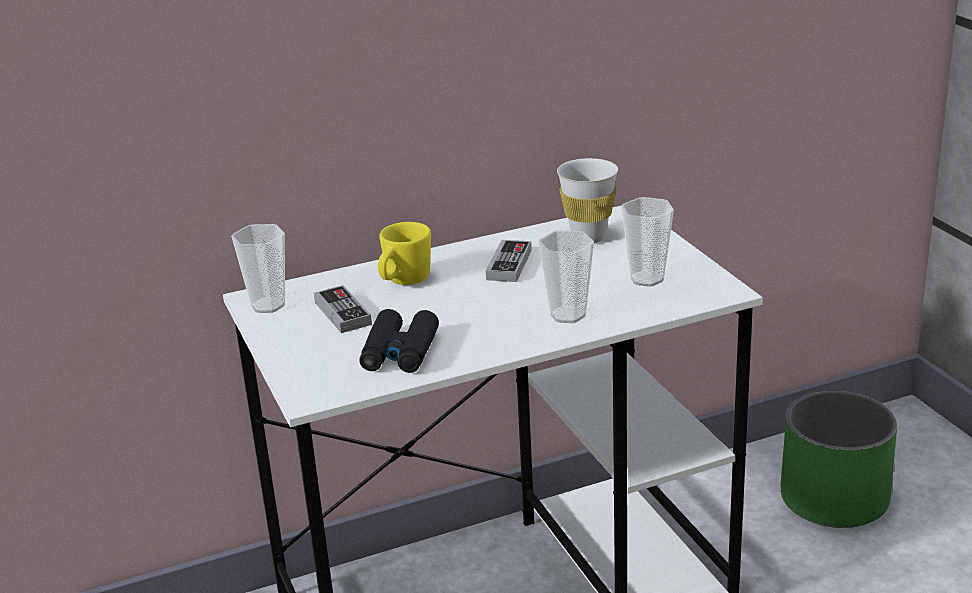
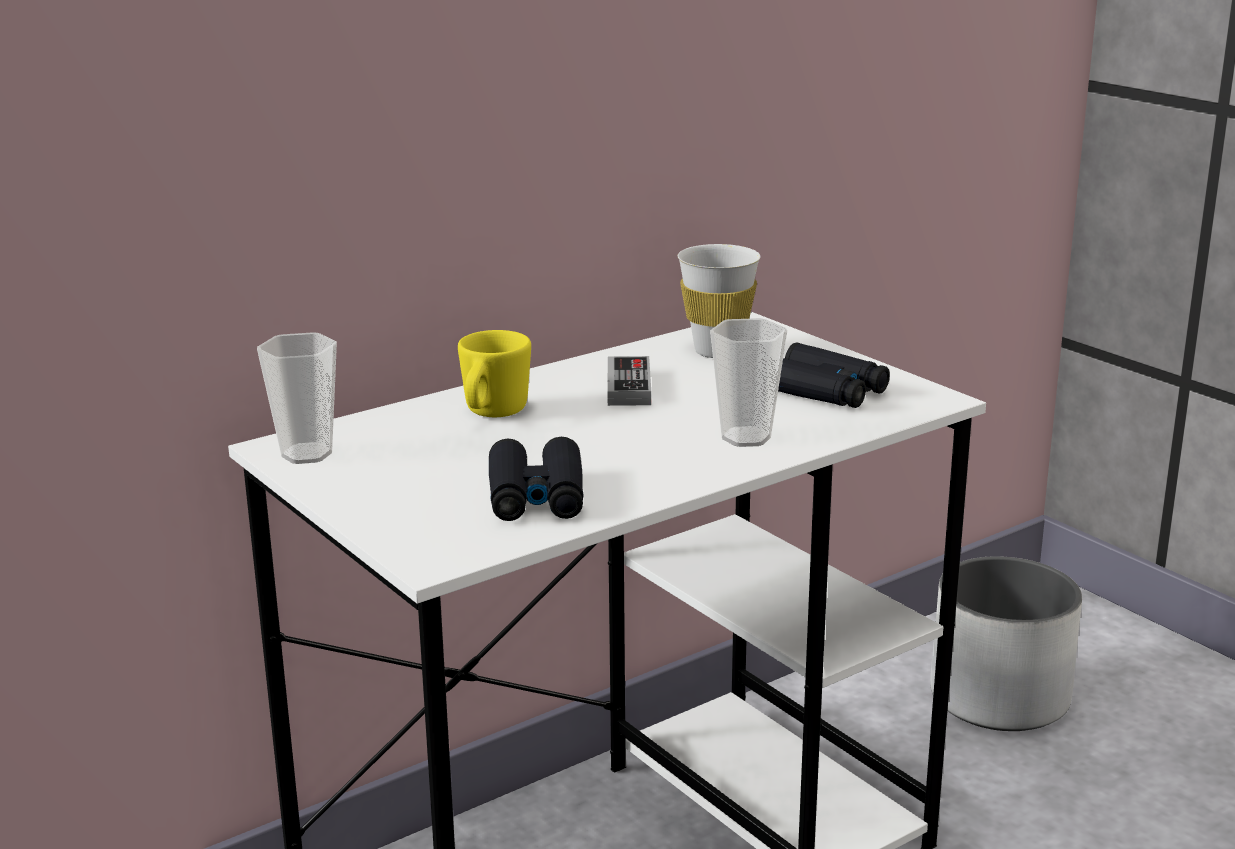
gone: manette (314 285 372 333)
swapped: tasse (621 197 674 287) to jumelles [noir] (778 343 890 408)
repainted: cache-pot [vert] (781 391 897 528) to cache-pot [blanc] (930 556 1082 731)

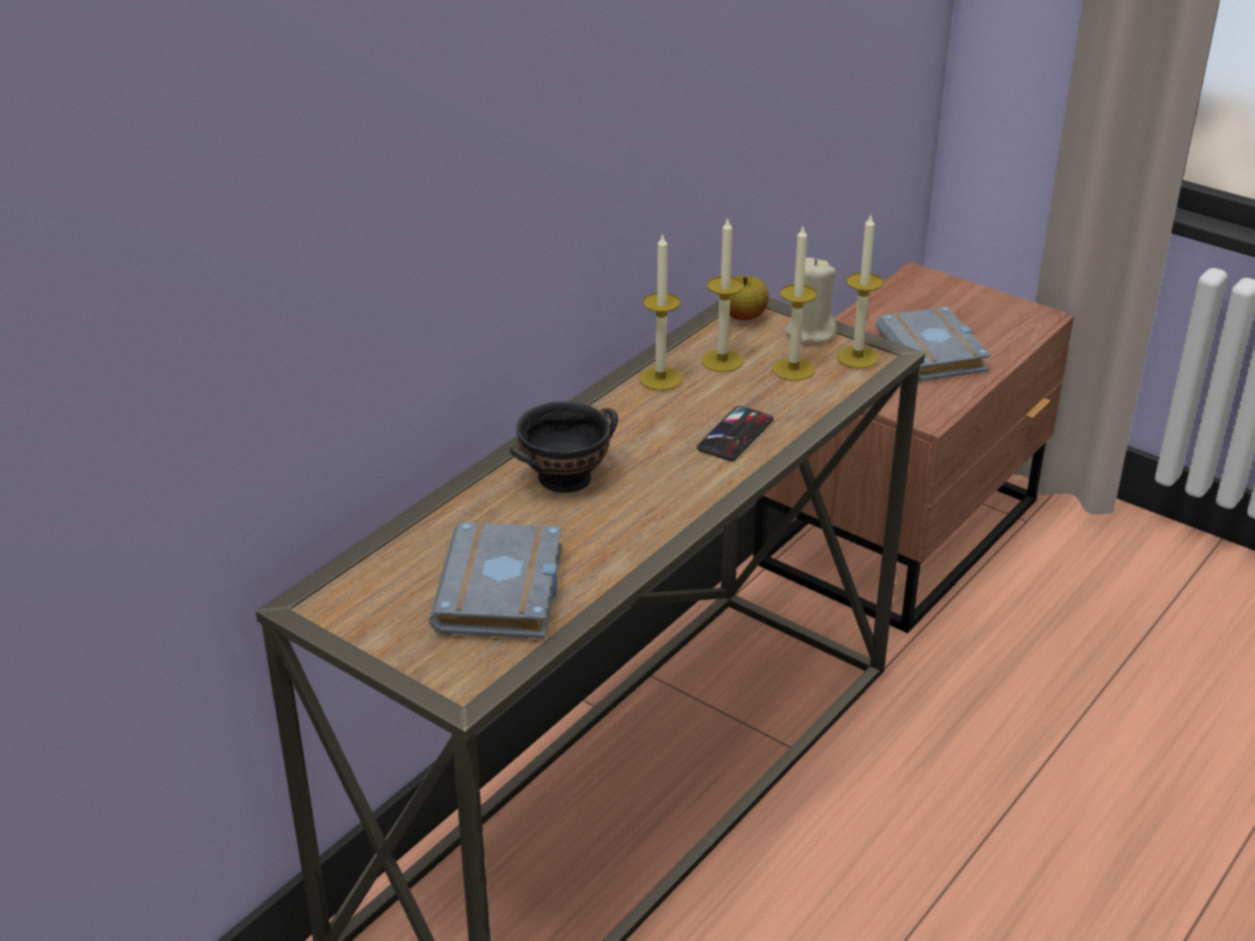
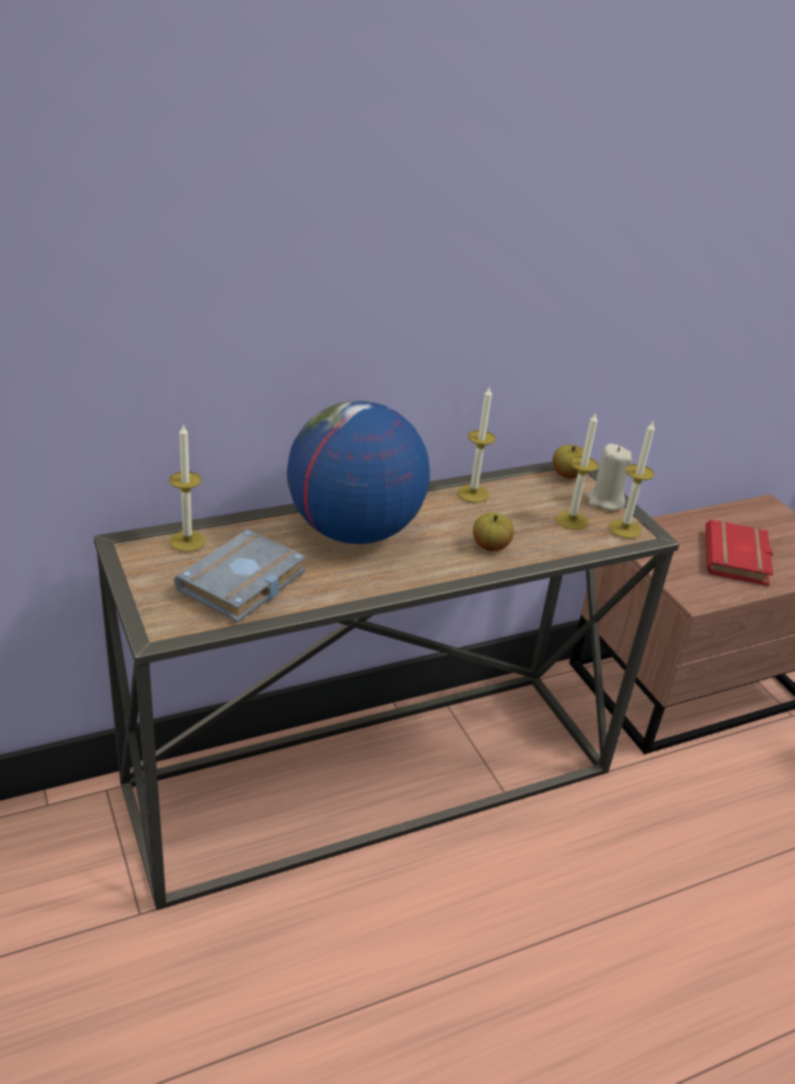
shifted: bougie (701 219 744 372) to (169 425 206 552)
swapped: bol [noir] (510 401 618 493) to globe (287 401 430 544); téléphone (697 406 773 461) to pomme (473 513 514 551)
repainted: livre [gris] (876 306 991 382) to livre [rouge] (705 520 773 586)

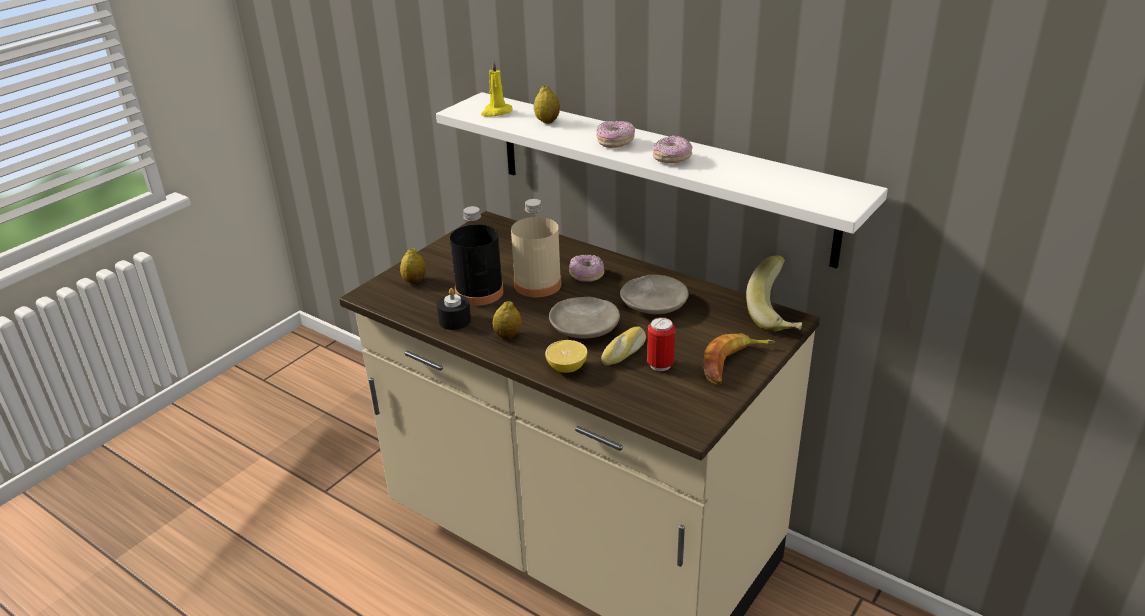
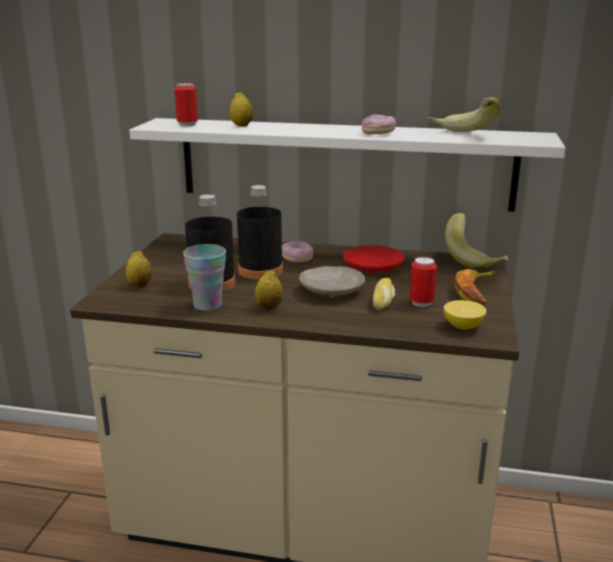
gone: beignet (596 121 635 148)
new: banane (425 97 500 132)
shifted: citron (545 340 588 373) to (444 300 486 330)
swapped: bougie [jaune] (481 60 513 117) to boîte métallique (174 83 198 127); bougie [noir] (437 288 471 330) to tasse (183 244 226 311)
repainted: bouteille [beige] (511 199 562 297) to bouteille [noir] (237 185 283 279); assiette [beige] (620 275 689 314) to assiette [rouge] (343 245 404 273)

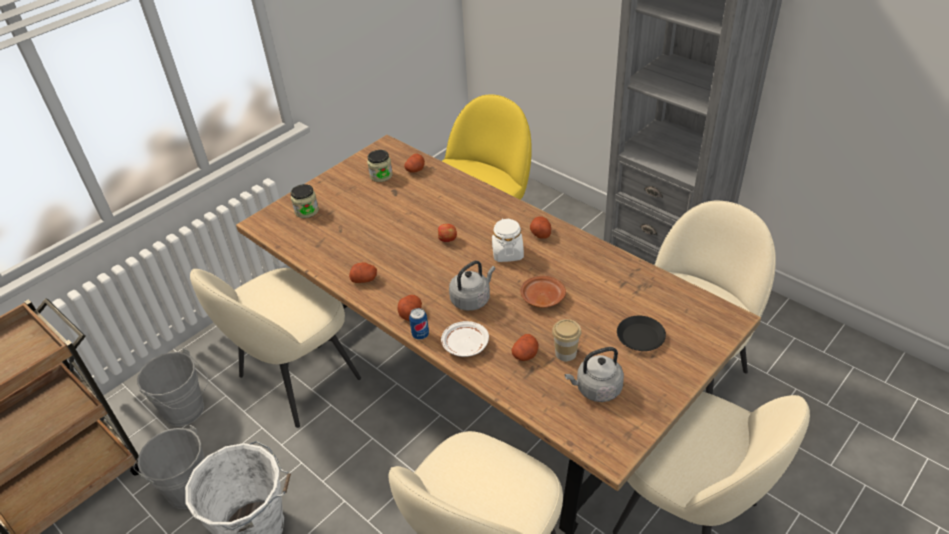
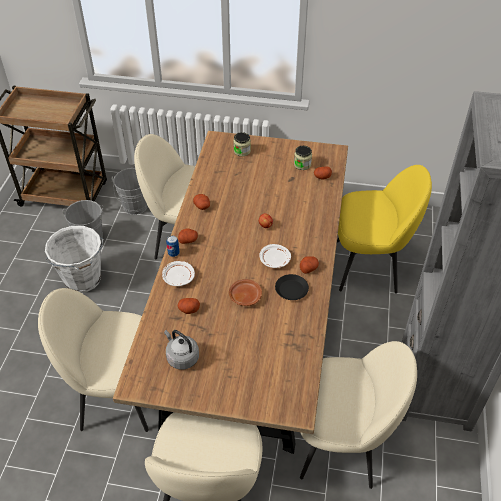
gone: bouilloire [gris] (449 261 495 311); tasse (552 319 581 361)
shifted: assiette [noir] (617 316 666 351) to (275 274 309 300)
swapped: bocal [blanc] (492 218 524 262) to assiette [blanc] (259 244 291 268)

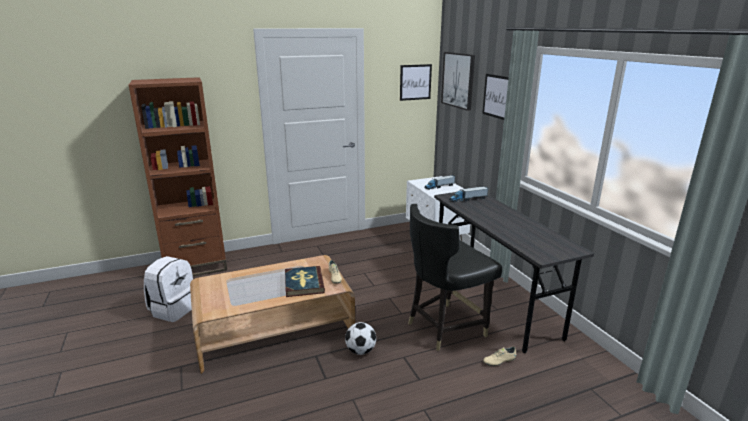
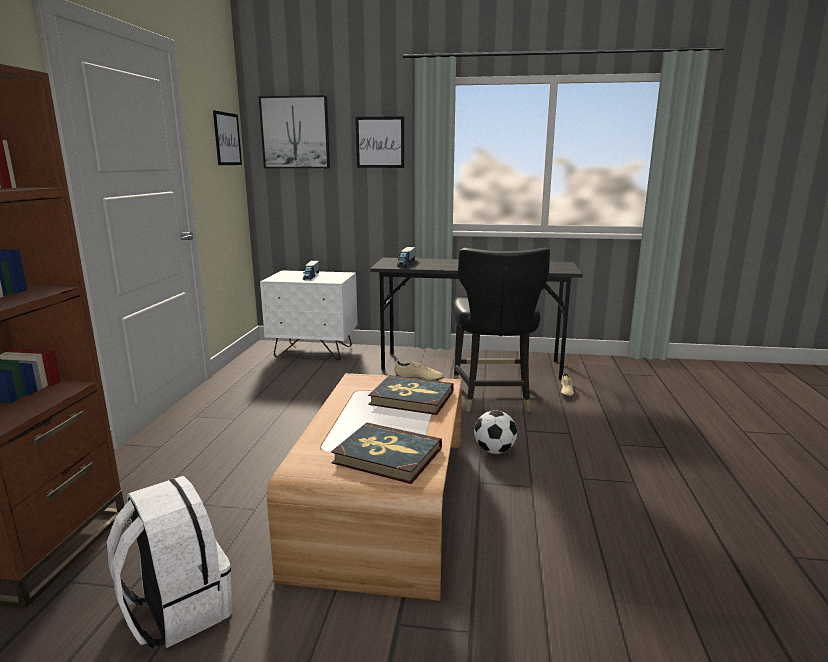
new: livre (331 422 442 484)

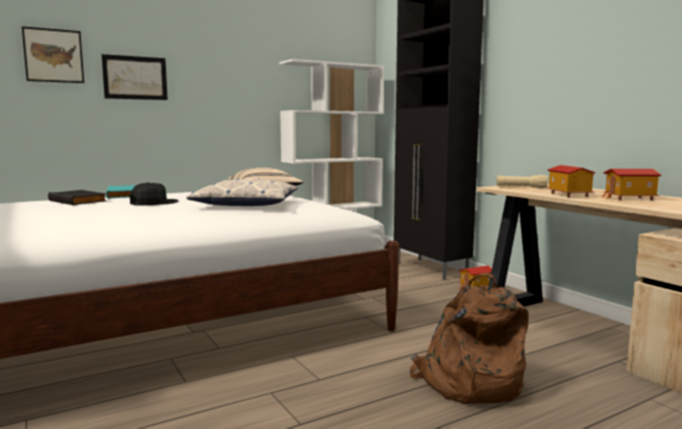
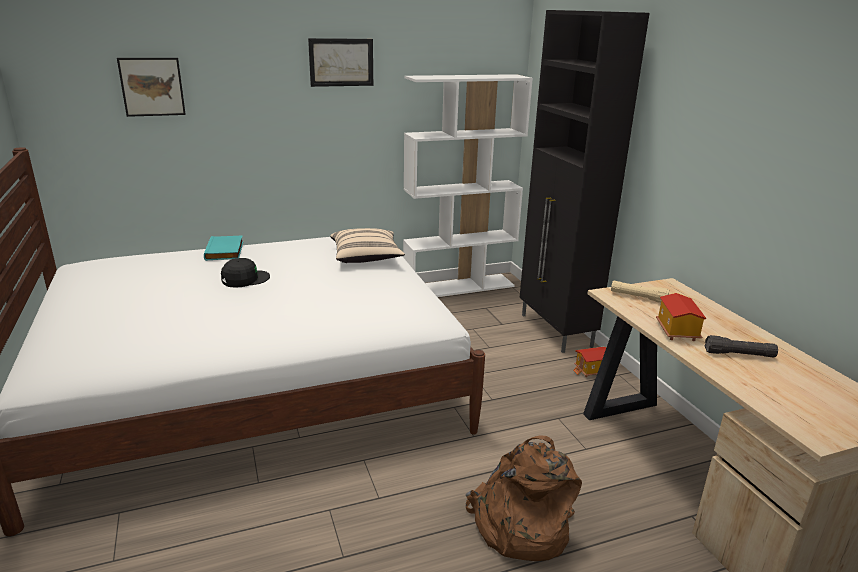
gone: livre [noir] (48 190 107 205); coussin (186 178 298 206)
shifted: tableau (102 54 168 100) to (308 38 373 87)
swapped: maison miniature (602 169 661 201) to lampe de poche [noir] (705 335 778 357)

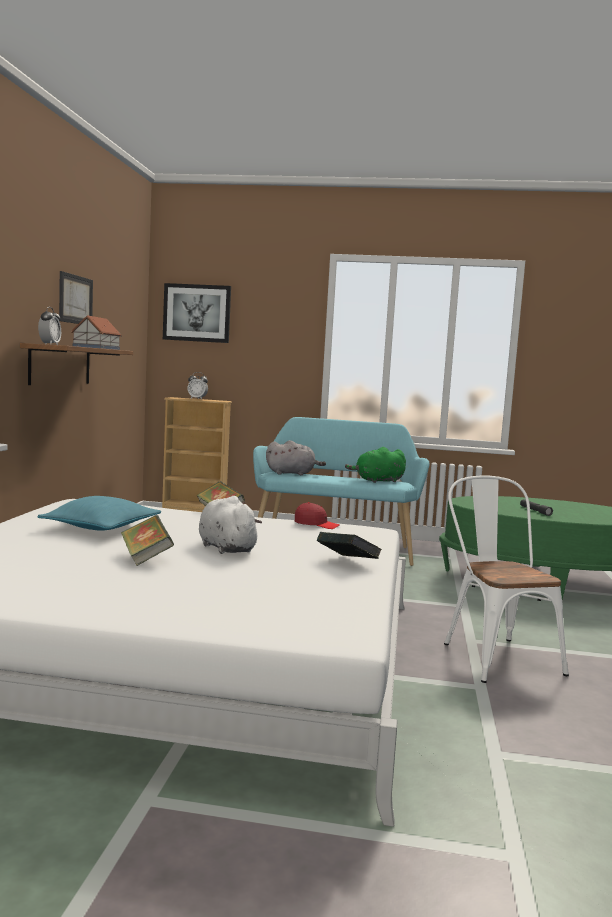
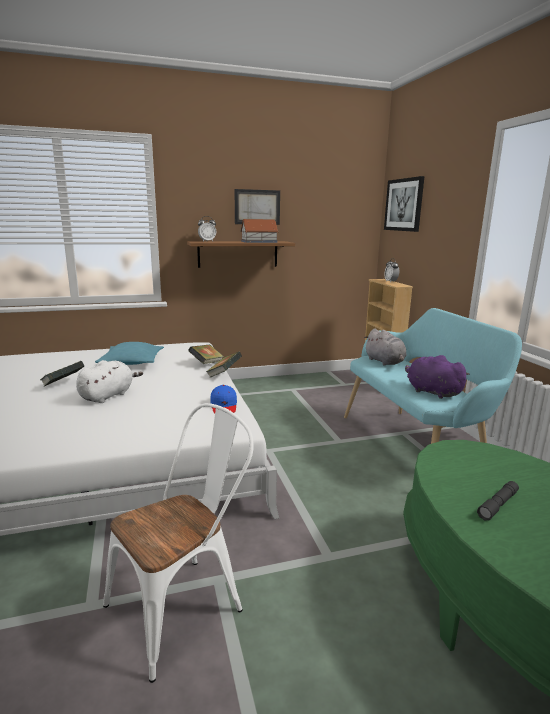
shifted: livre (317 532 382 559) to (188 345 224 364)
repainted: casquette [rouge] (295 502 340 529) to casquette [bleu] (210 385 237 413); peluche [vert] (345 447 406 483) to peluche [violet] (405 355 470 399)

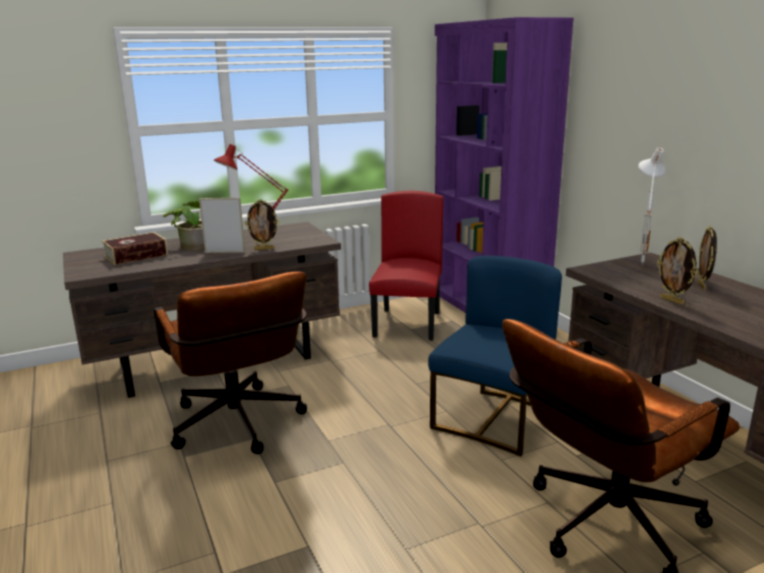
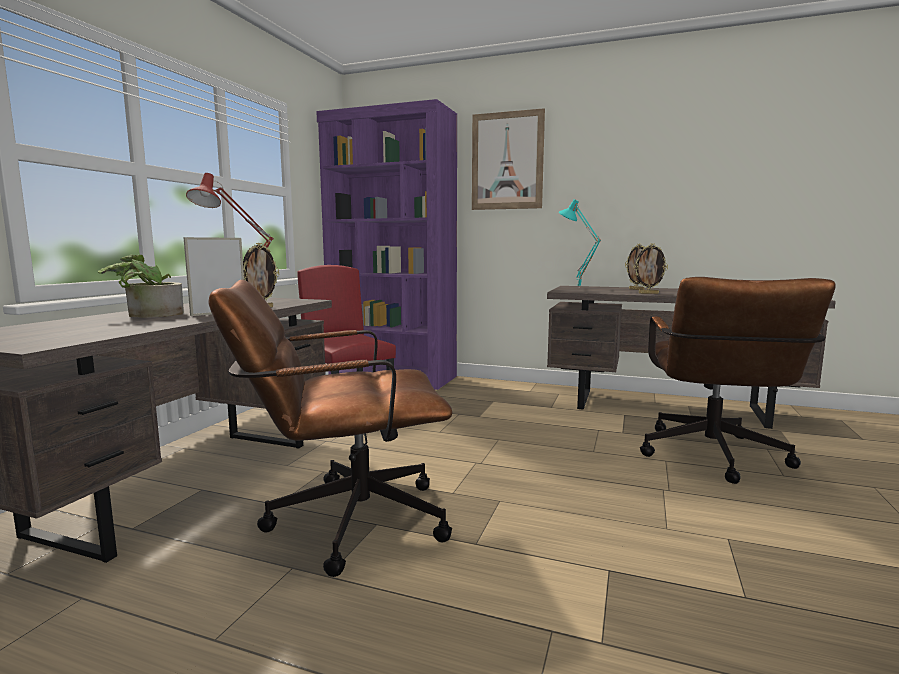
gone: livre (102 232 168 265); chaise [bleu] (428 256 562 456)
new: tableau (472 108 545 210)
repainted: lampe de table [blanc] (638 148 666 265) to lampe de table [turquoise] (559 199 601 288)
rotated: chaise de bureau [marron] (154 271 307 454) = (209 280 453 577) 150 degrees clockwise

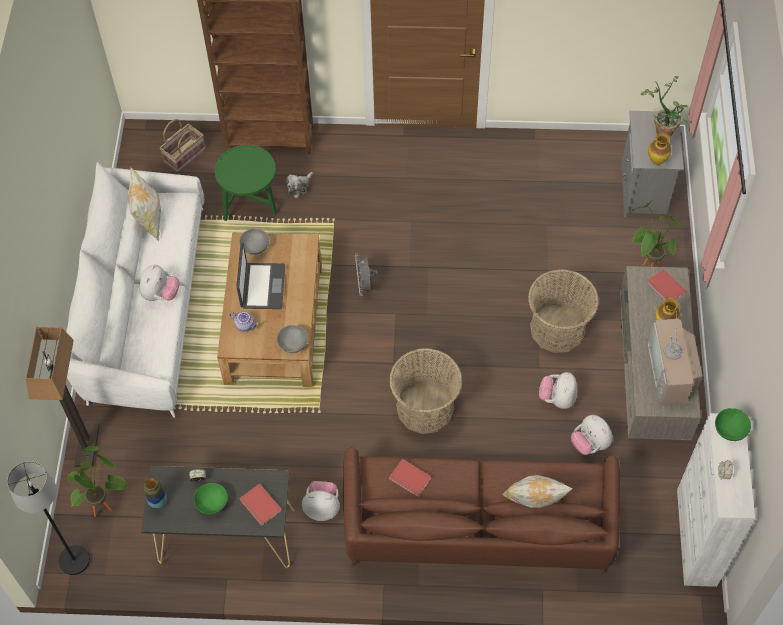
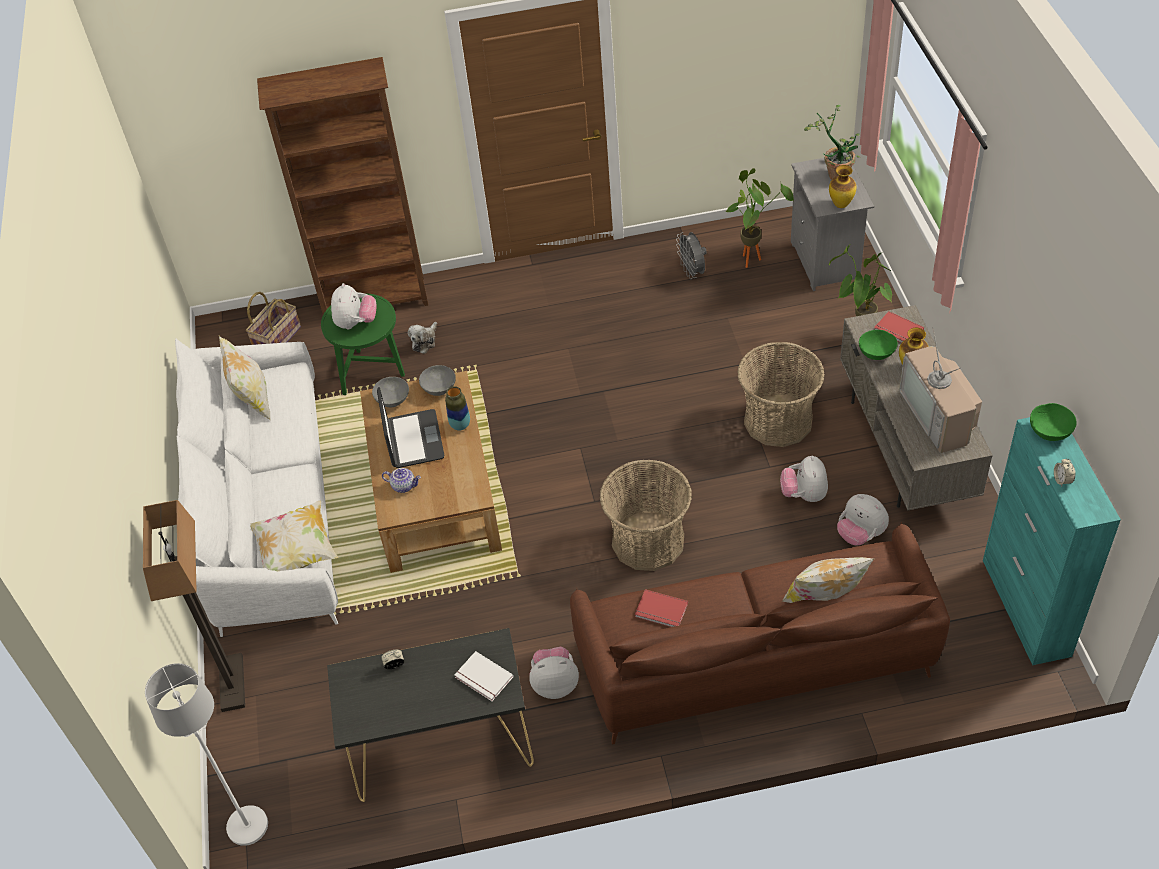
new: coussin (250 500 338 572)
shifted: peluche (139 265 179 301) to (331 283 376 329); bol [gris] (277 325 308 353) to (419 365 456 396); vase (144 477 167 508) to (445 386 470 431); ventilateur [gris] (355 253 377 296) to (676 232 707 279); plante en pot (68 446 128 517) to (725 168 794 268); bol [vert] (194 483 228 514) to (859 330 897 360)
repainted: lampadaire [noir] (7 461 90 575) to lampadaire [blanc] (145 663 268 846); livre [rouge] (239 483 282 526) to livre [blanc] (455 651 513 701); meuble de rangement [blanc] (677 413 755 587) to meuble de rangement [turquoise] (983 417 1121 665)

